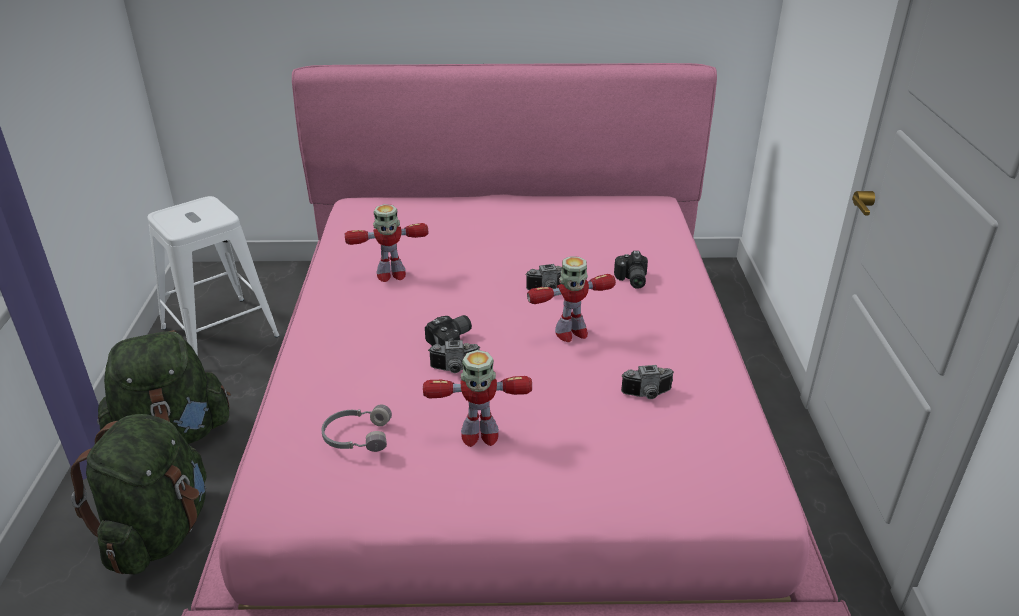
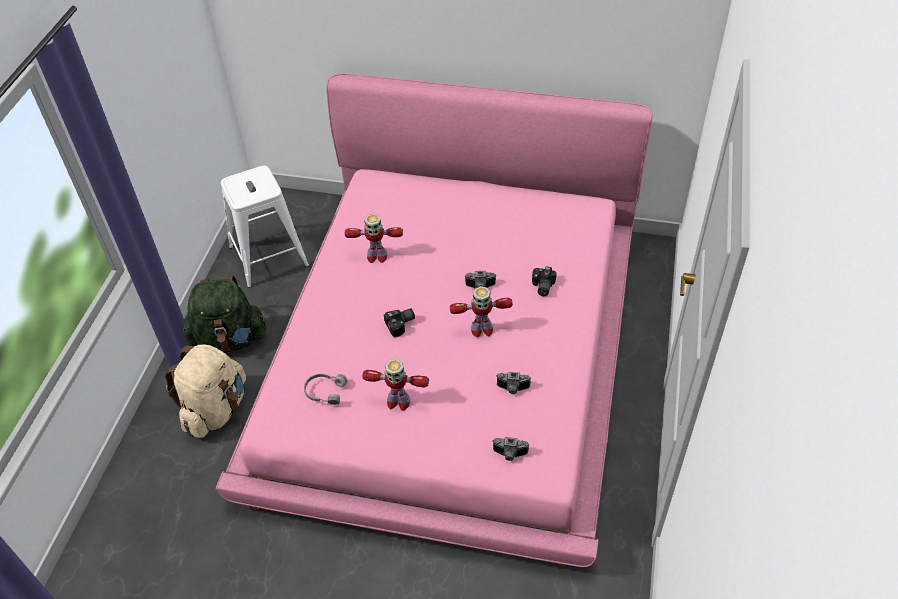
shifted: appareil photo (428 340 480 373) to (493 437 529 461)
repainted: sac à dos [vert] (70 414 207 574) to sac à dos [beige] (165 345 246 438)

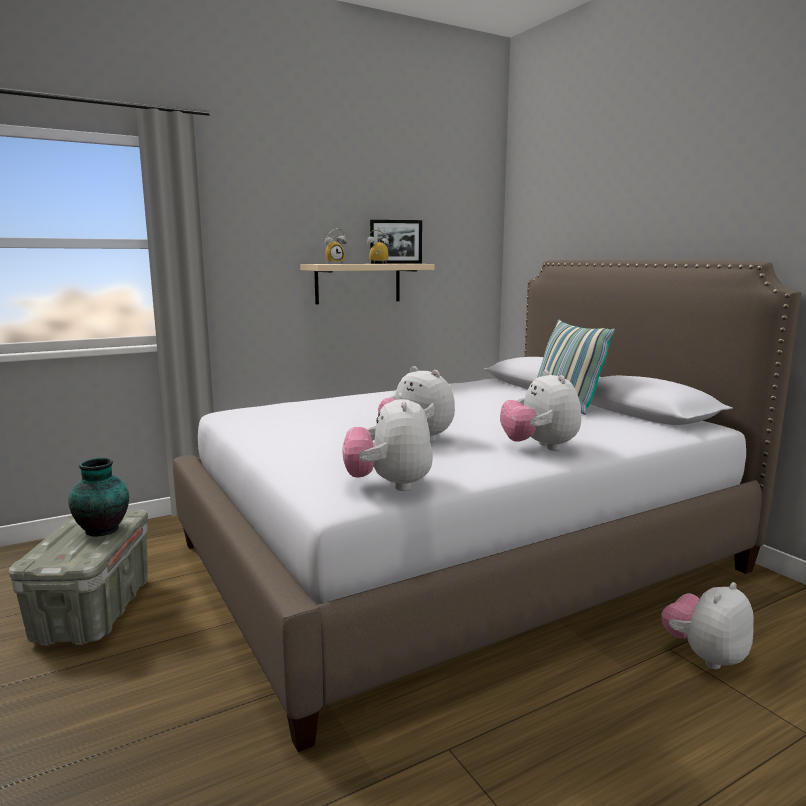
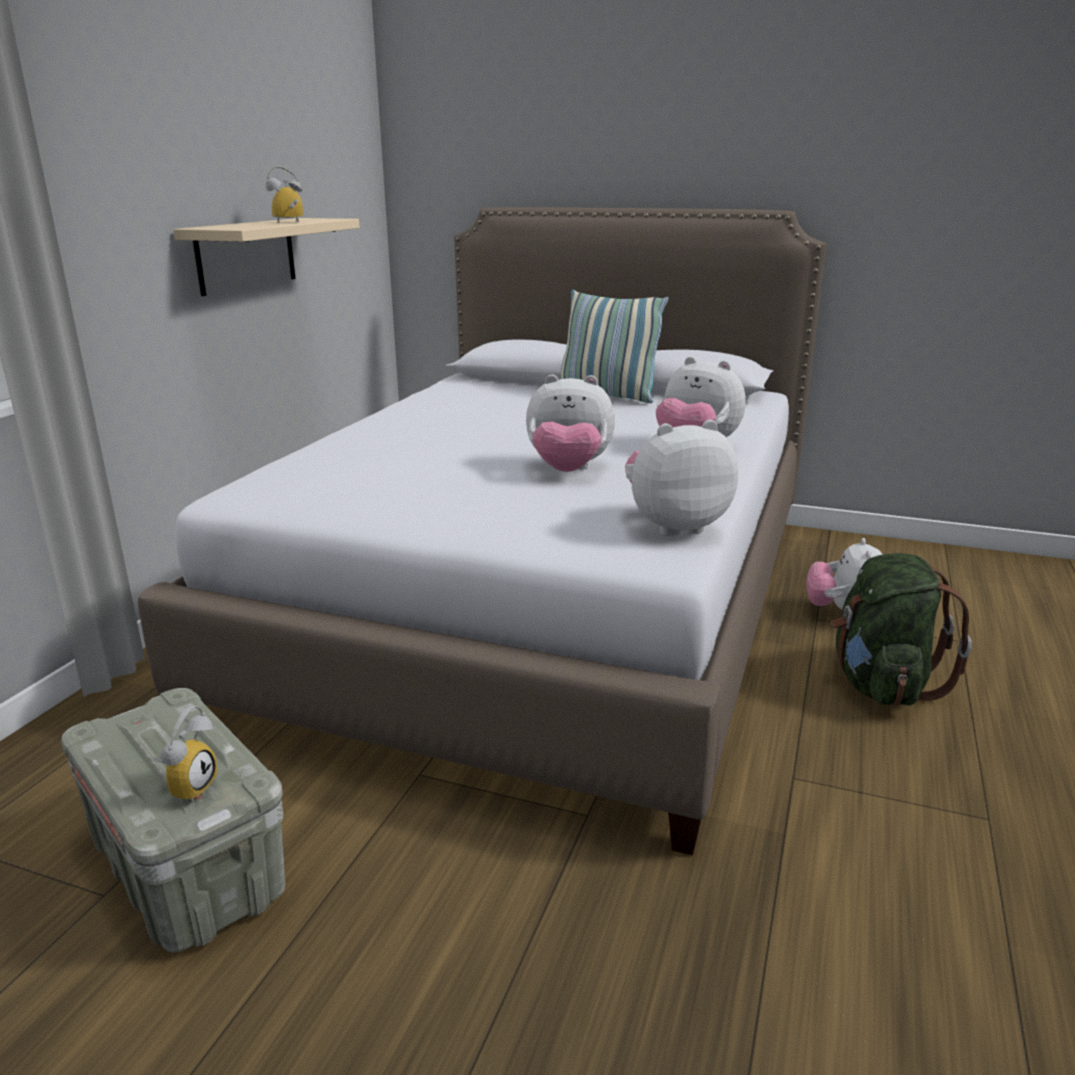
gone: vase (68 458 129 537); cadre photo (370 220 422 264)
new: sac à dos [vert] (830 553 972 706)
shifted: réveil (325 228 347 264) to (153 706 218 803)
rotated: peluche (342 393 433 491) = (625 420 738 537) 120 degrees clockwise

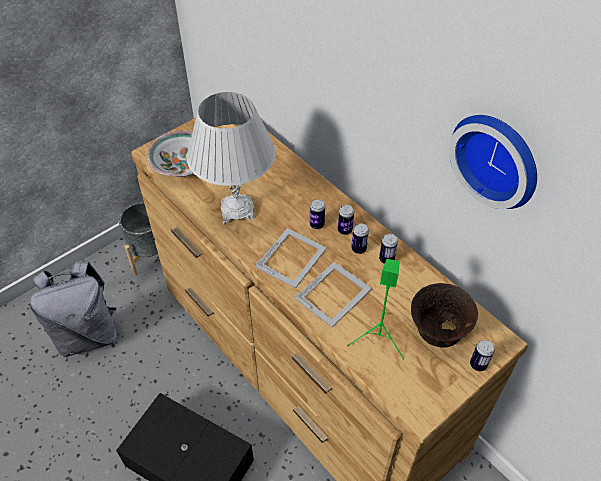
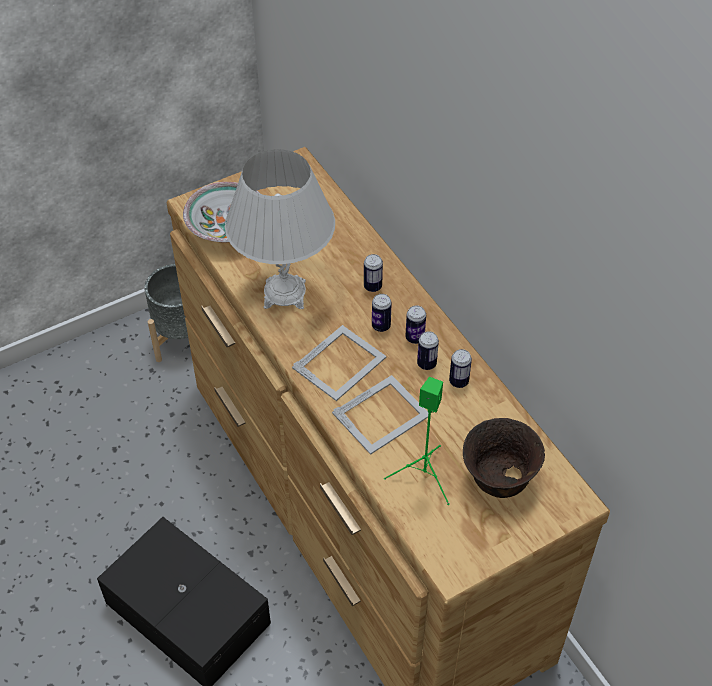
gone: sac à dos [gris] (29 261 117 357); horloge murale (449 115 537 209)
shifted: boîte métallique (470 340 495 371) to (364 254 383 292)

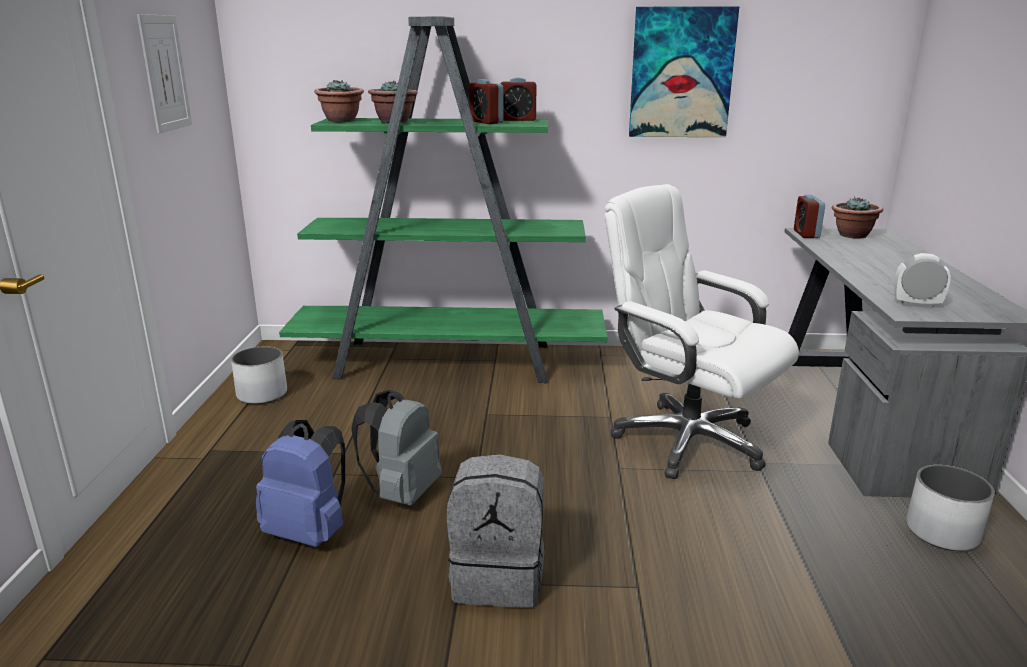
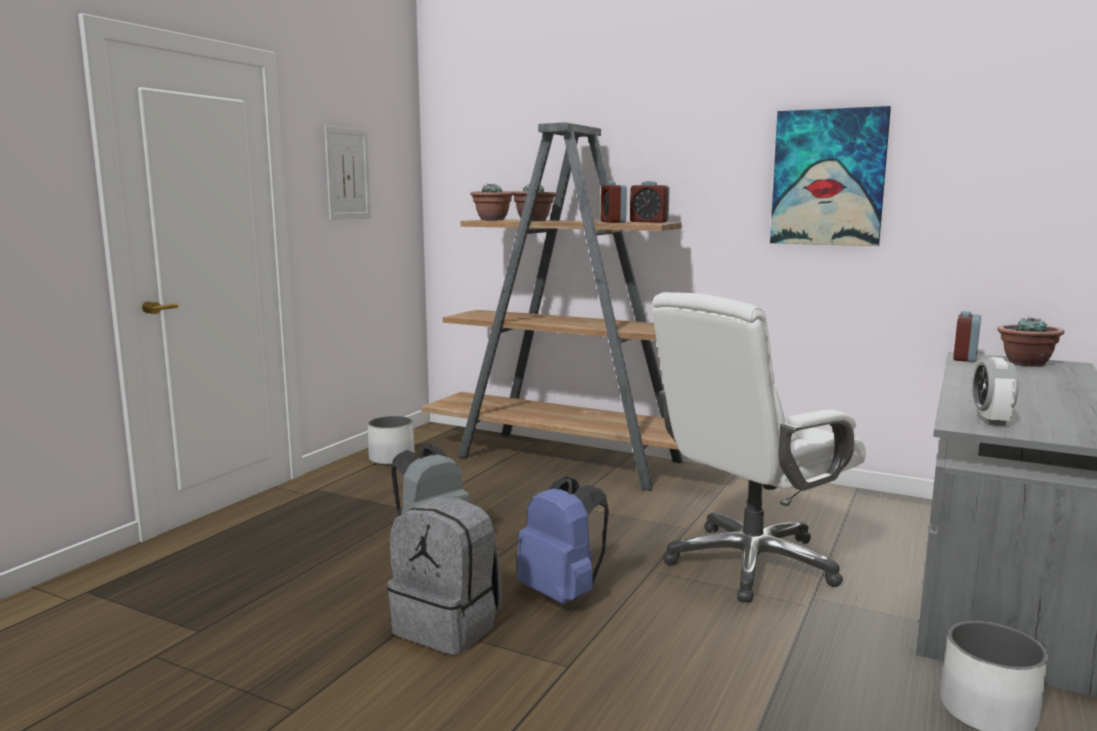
shifted: sac à dos [bleu] (256 420 345 547) to (516 476 609 604)
repainted: bibliothèque [vert] (279 16 608 383) to bibliothèque [marron] (421 122 683 491)
rotated: chaise de bureau [blanc] (605 184 799 479) = (652 292 866 603) 105 degrees counterclockwise; réveil (894 253 951 308) = (973 357 1019 426) 120 degrees counterclockwise

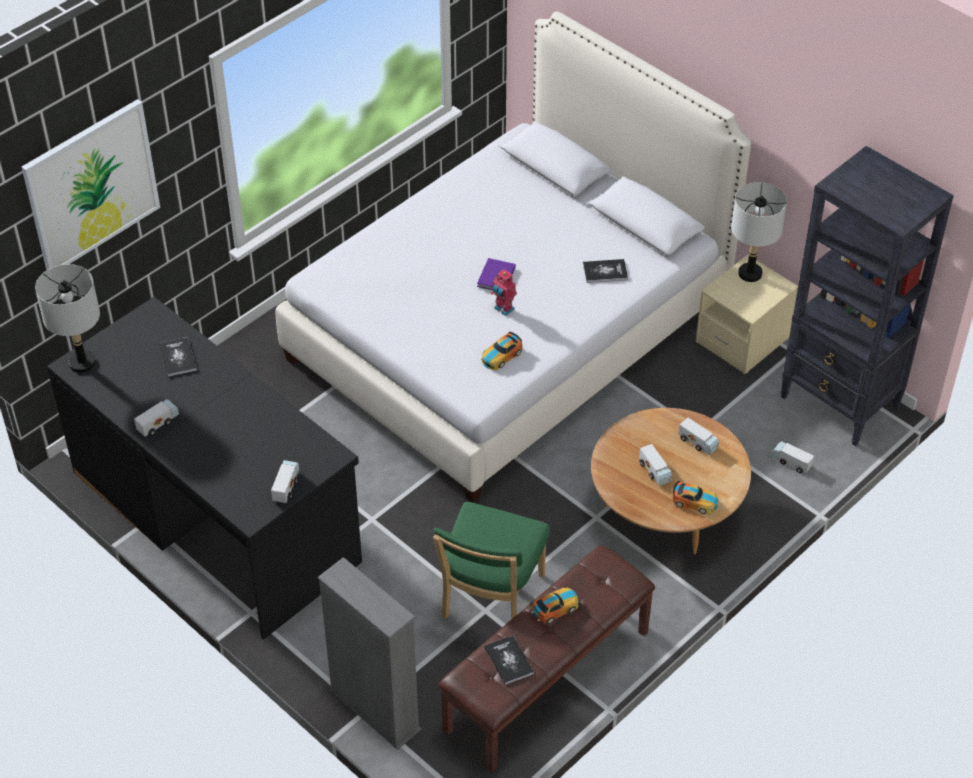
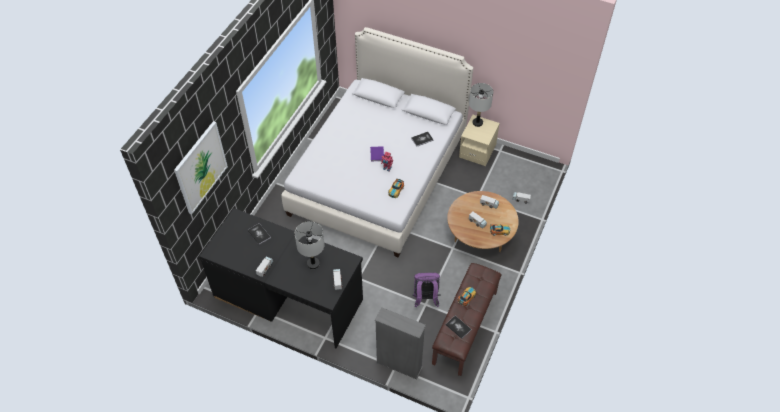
gone: bibliothèque [noir] (781 146 954 446)
shifted: lampe de table [gris] (35 264 100 373) to (295 221 325 269)
swapped: chaise [vert] (433 502 550 619) to sac à dos [violet] (412 273 441 307)

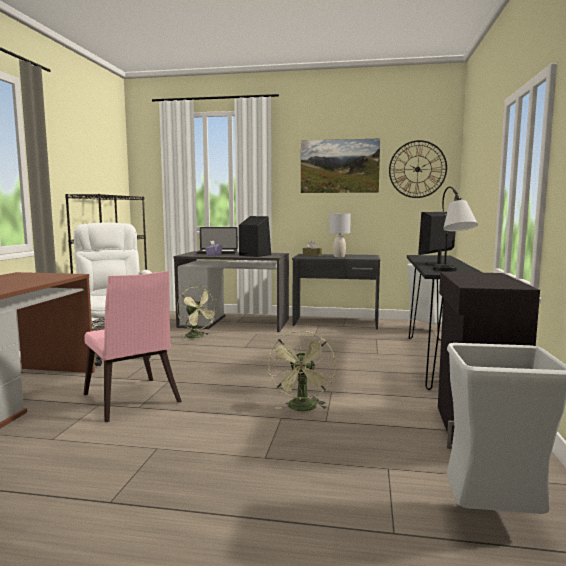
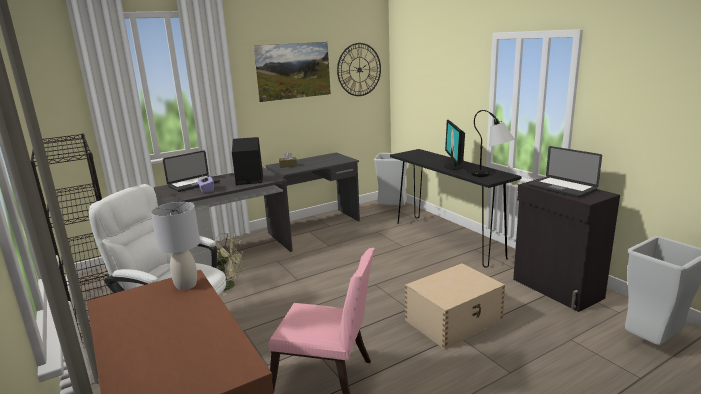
new: ordinateur portable (528 146 602 198)
shifted: lampe de table [gris] (329 213 351 257) to (151 202 200 290)
swapped: ventilateur [vert] (268 330 336 411) to boîte de rangement [beige] (405 263 505 349)

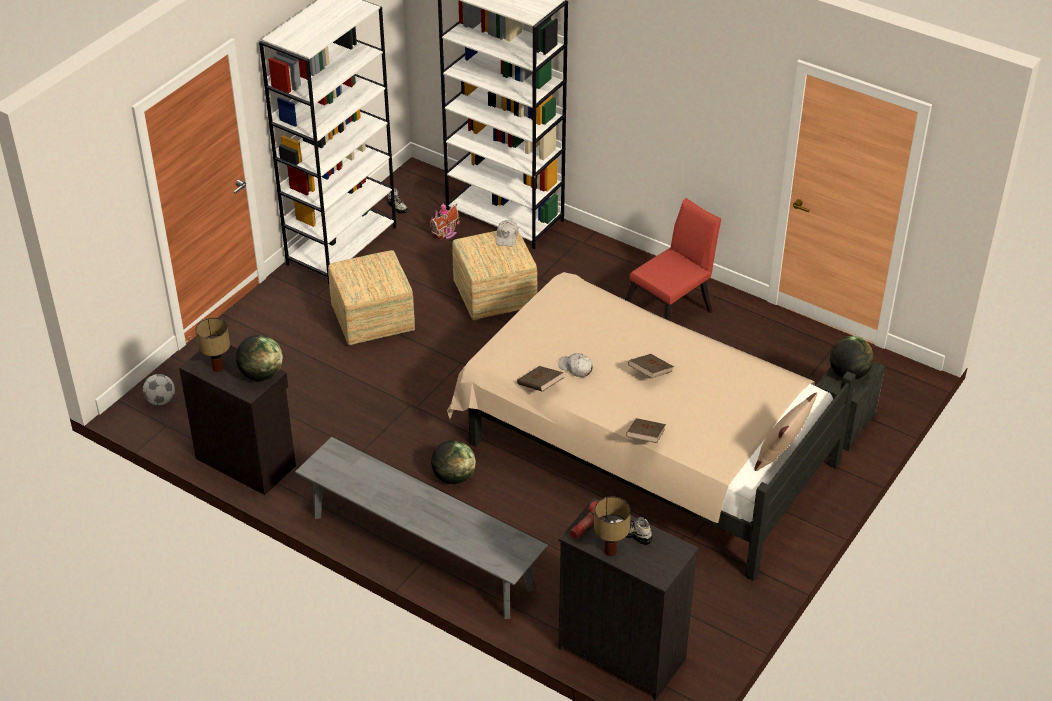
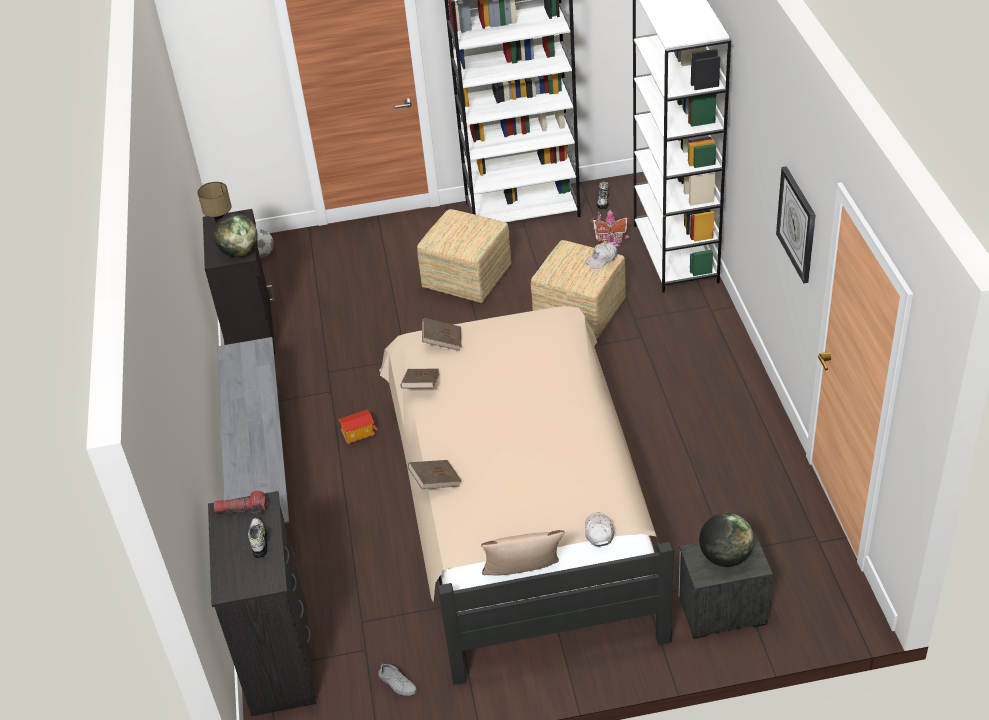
gone: lampe de table (594 496 631 556); chaise [rouge] (625 198 721 321)
new: chaussure [gris] (378 663 418 696); horloge murale (776 166 816 284)
shifted: livre [marron] (628 354 674 378) to (422 318 462 351); casquette [blanc] (558 353 593 377) to (585 513 615 547)
swapped: globe (431 440 476 484) to maison miniature (339 410 378 444)

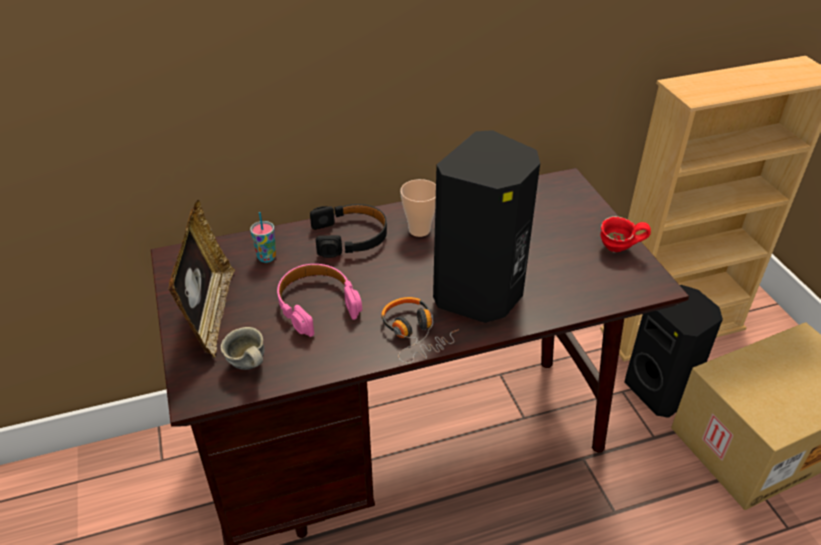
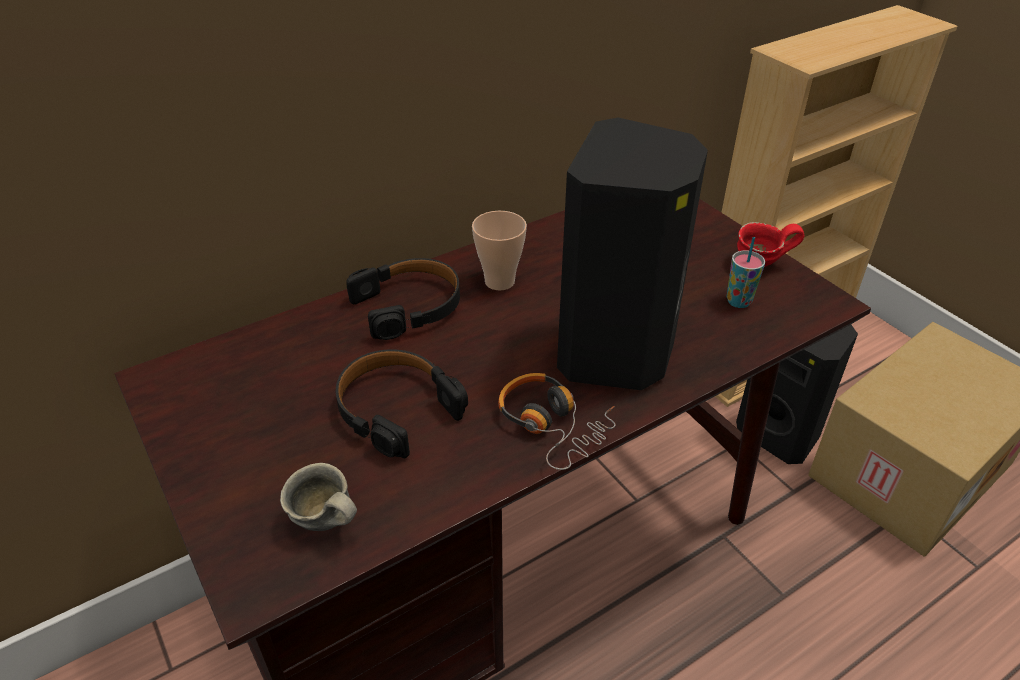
gone: cadre photo (168 200 235 358)
shifted: tasse (250 212 276 263) to (726 237 765 308)
repainted: casque audio [rose] (277 264 362 337) to casque audio [noir] (336 349 468 458)

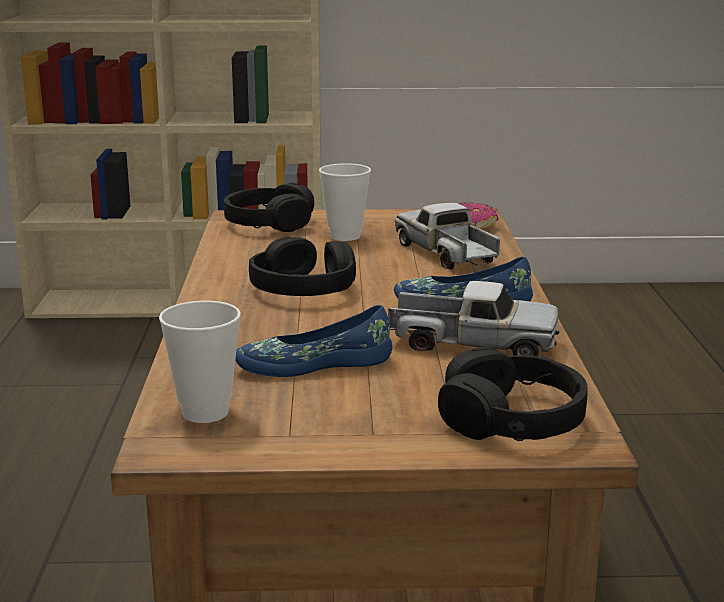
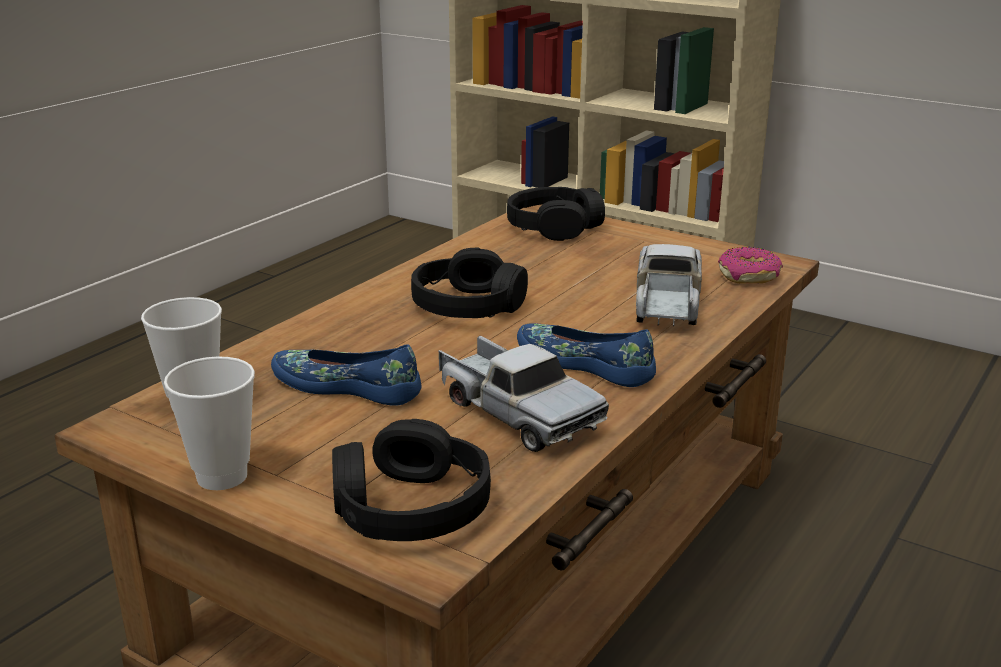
shifted: tasse (319 163 371 241) to (164 356 255 490)

